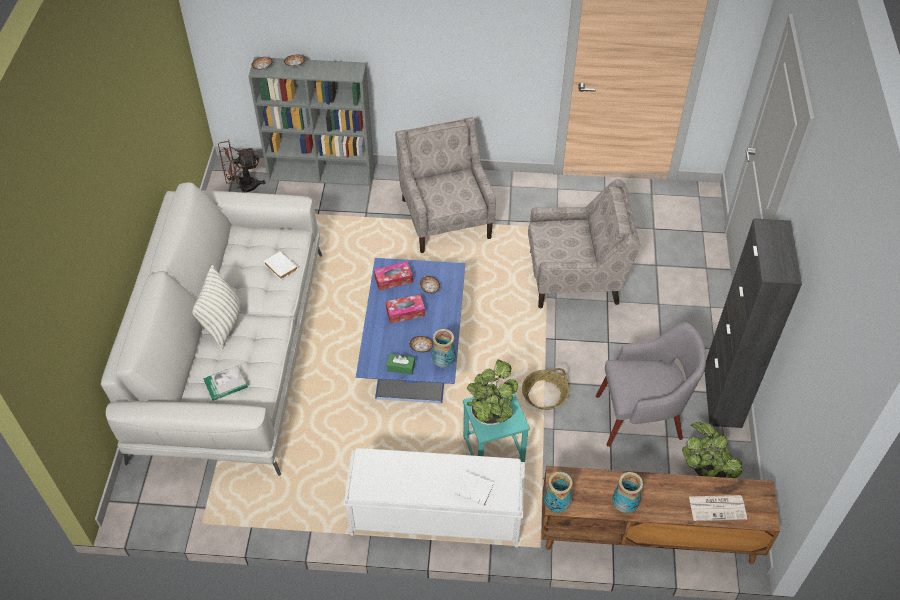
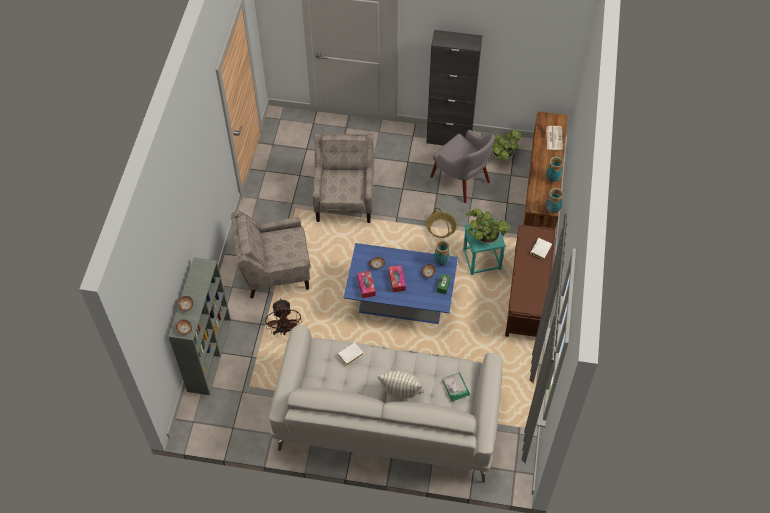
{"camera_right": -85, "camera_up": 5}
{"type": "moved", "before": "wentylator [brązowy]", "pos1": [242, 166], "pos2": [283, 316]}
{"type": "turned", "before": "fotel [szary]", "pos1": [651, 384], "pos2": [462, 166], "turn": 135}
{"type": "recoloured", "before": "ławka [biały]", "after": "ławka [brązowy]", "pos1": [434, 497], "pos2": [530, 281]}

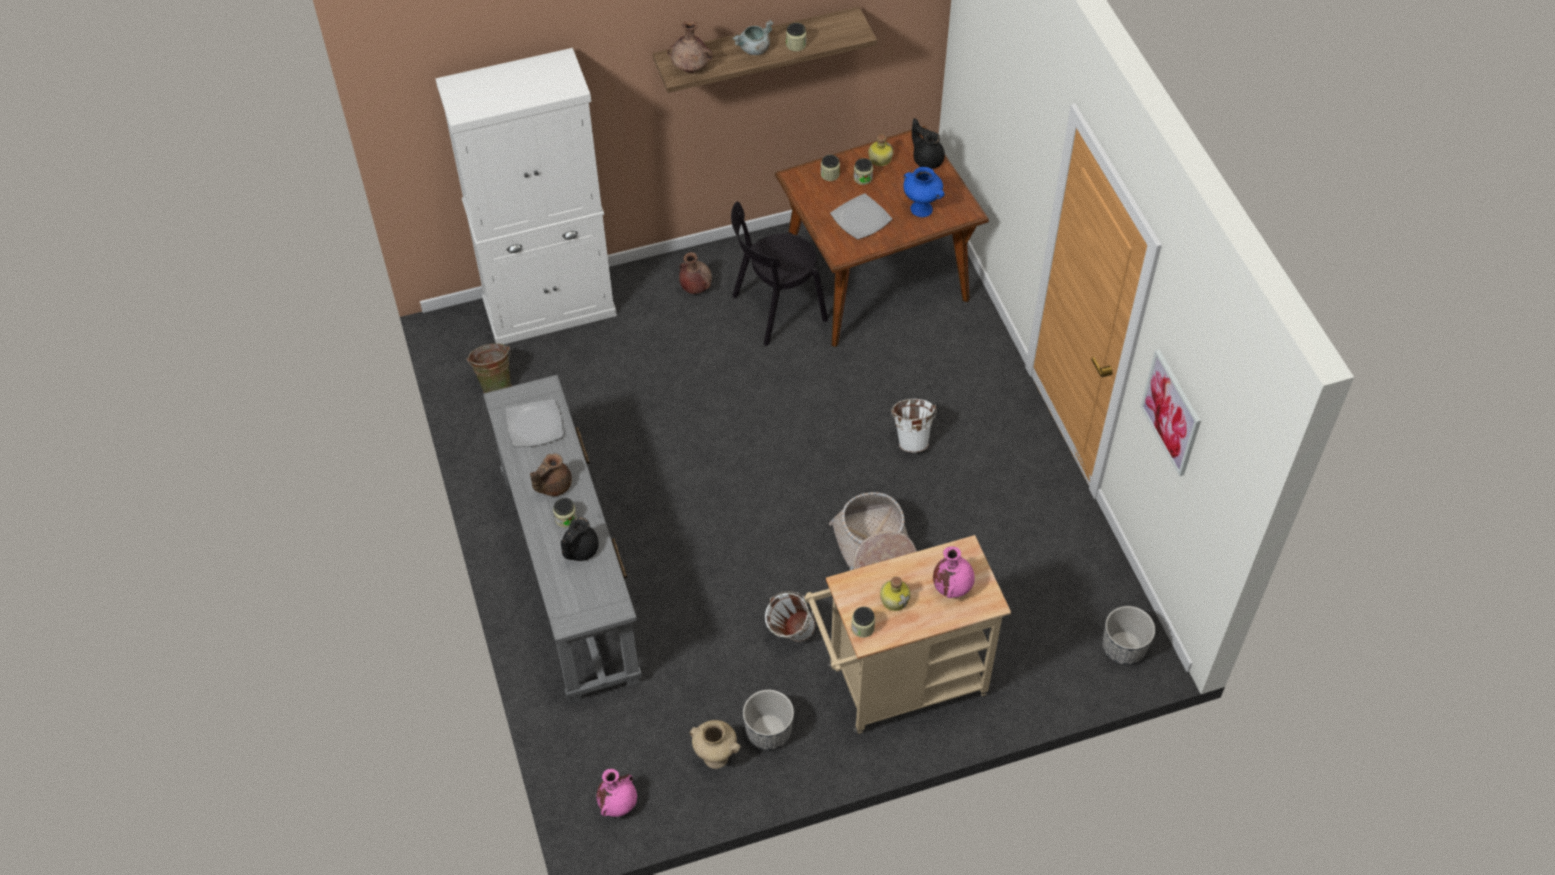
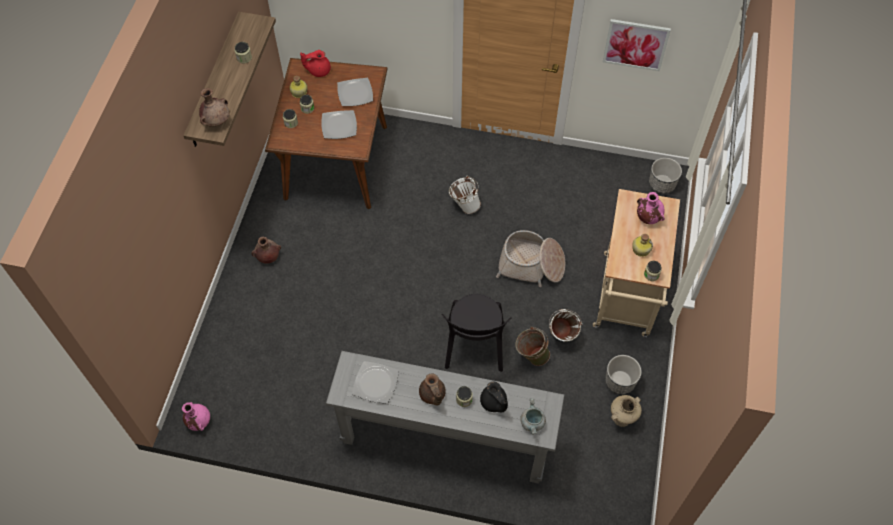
{"camera_right": -60, "camera_up": 5}
{"type": "moved", "before": "garnek [szary]", "pos1": [752, 37], "pos2": [533, 416]}
{"type": "removed", "before": "szafka [biały]", "pos1": [526, 196]}
{"type": "recoloured", "before": "imbryk [czarny]", "after": "imbryk [czerwony]", "pos1": [928, 143], "pos2": [315, 63]}
{"type": "replaced", "before": "wazon [niebieski]", "after": "talerz", "pos1": [924, 192], "pos2": [355, 92]}
{"type": "moved", "before": "krzesło [czarny]", "pos1": [779, 274], "pos2": [477, 333]}
{"type": "moved", "before": "wiadro [zielony]", "pos1": [489, 368], "pos2": [533, 346]}
{"type": "moved", "before": "wazon [różowy]", "pos1": [617, 793], "pos2": [196, 416]}

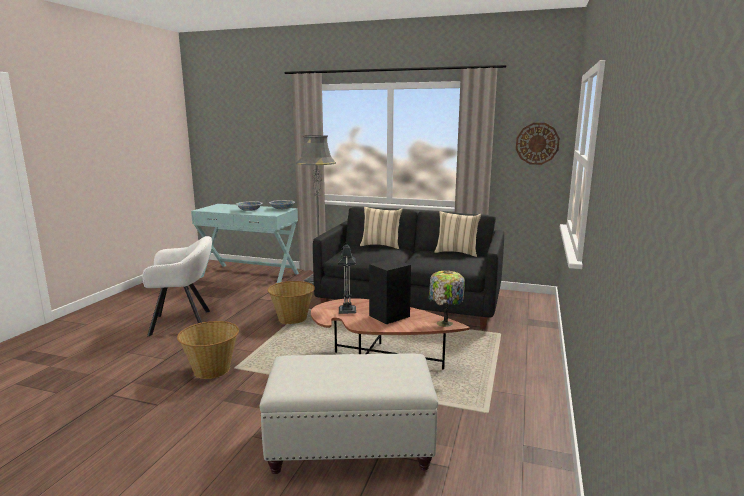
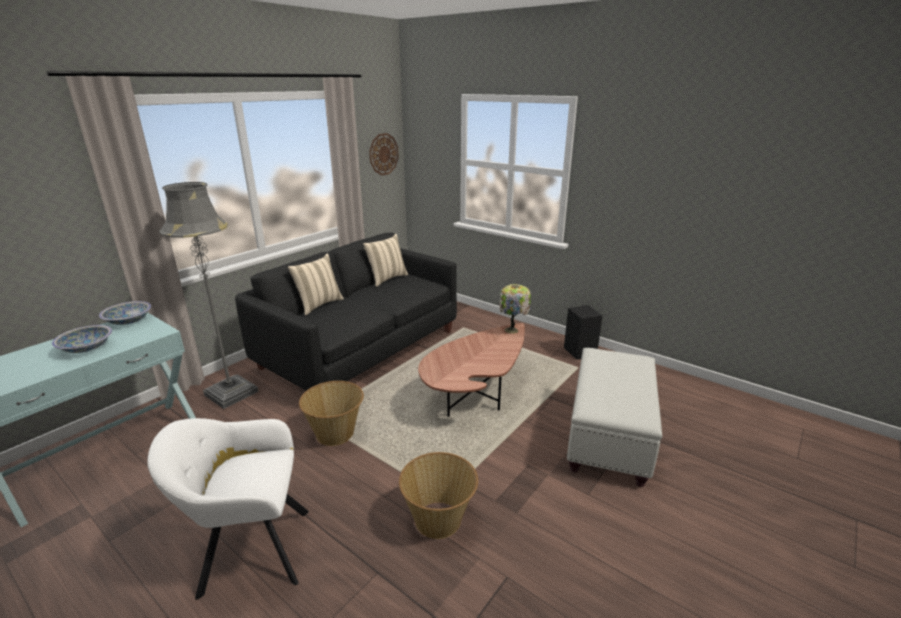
{"camera_right": -70, "camera_up": 10}
{"type": "turned", "before": "fotel [biały]", "pos1": [177, 286], "pos2": [228, 509], "turn": -105}
{"type": "removed", "before": "lampa stołowa", "pos1": [347, 278]}
{"type": "moved", "before": "głośnik [czarny]", "pos1": [390, 291], "pos2": [583, 332]}

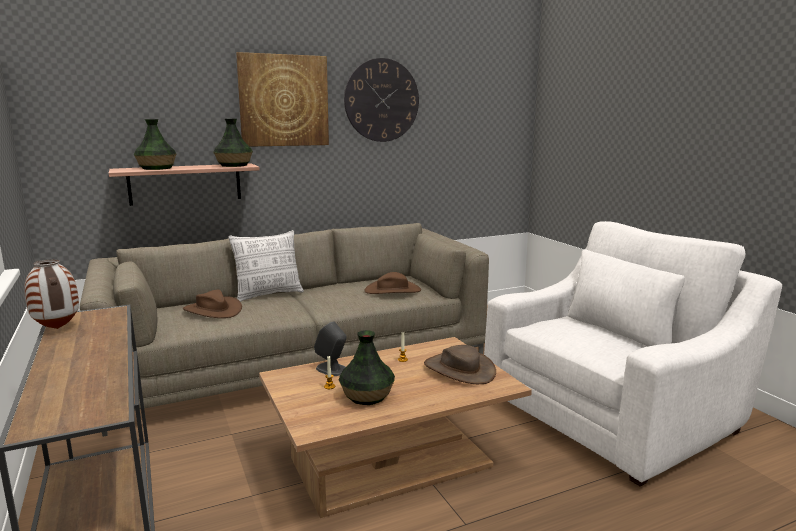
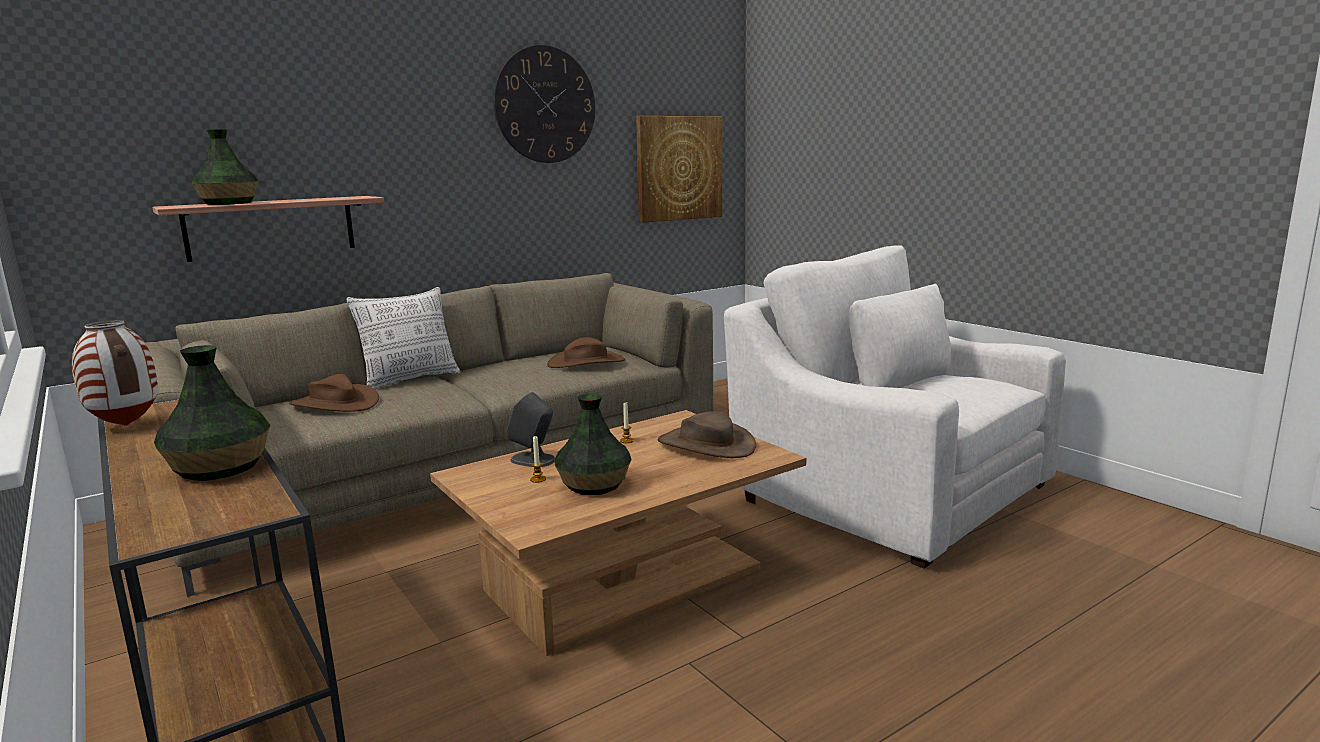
{"camera_right": -10, "camera_up": 0}
{"type": "moved", "before": "obraz", "pos1": [282, 99], "pos2": [679, 169]}
{"type": "moved", "before": "wazon", "pos1": [233, 143], "pos2": [212, 413]}
{"type": "turned", "before": "fotel [biały]", "pos1": [633, 354], "pos2": [895, 407], "turn": -90}

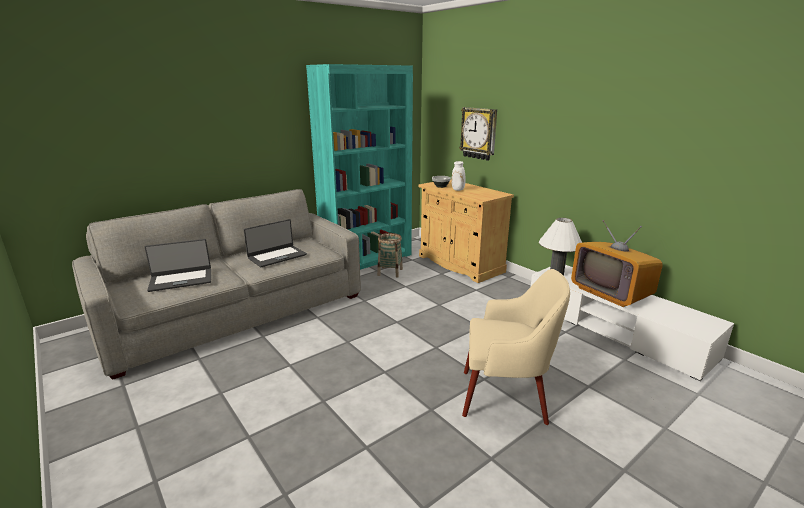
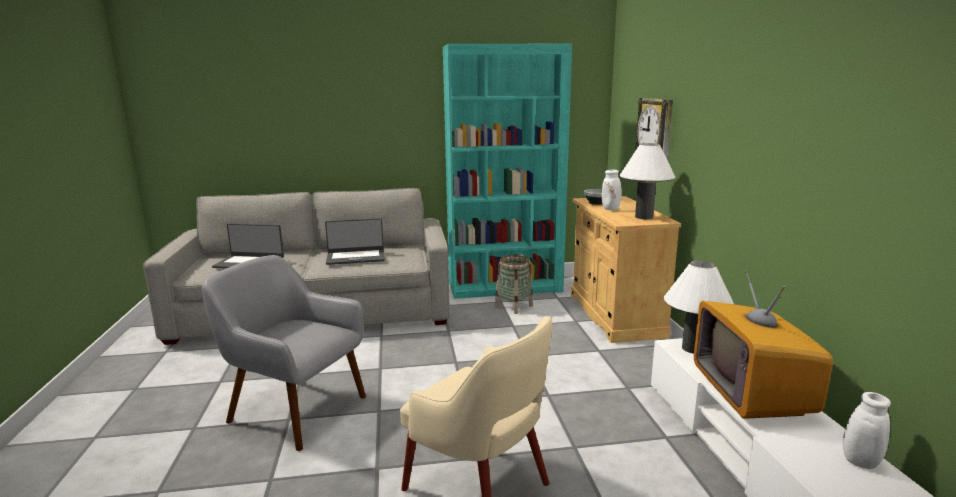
{"camera_right": 30, "camera_up": -5}
{"type": "added", "after": "lampa stołowa [biały]", "pos2": [648, 181]}
{"type": "added", "after": "fotel [szary]", "pos2": [284, 353]}
{"type": "added", "after": "wazon [biały]", "pos2": [859, 430]}

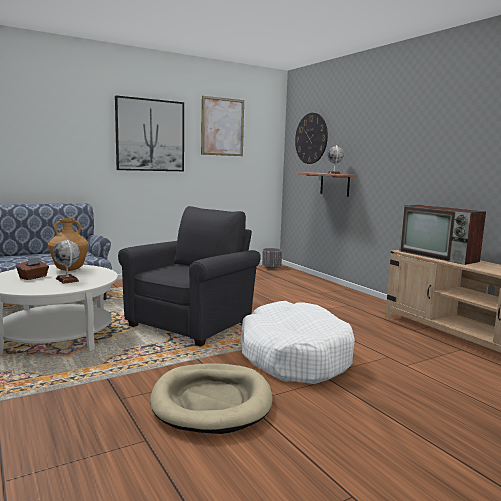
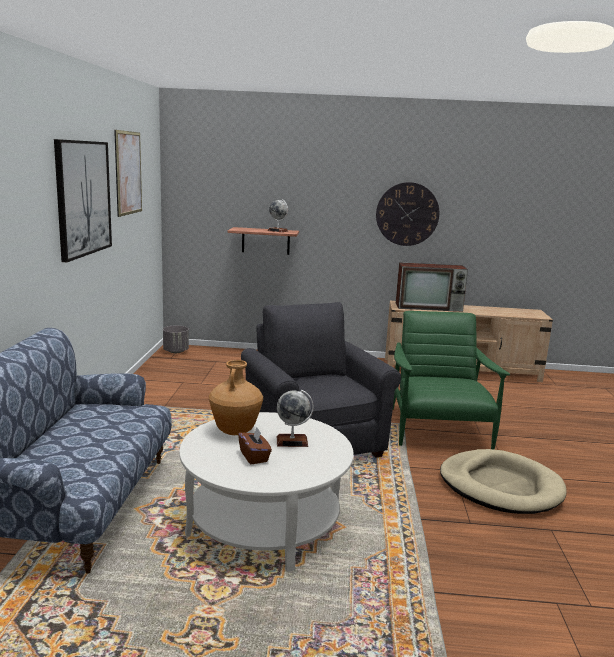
{"camera_right": -55, "camera_up": 5}
{"type": "moved", "before": "zegar ścienny", "pos1": [311, 138], "pos2": [407, 214]}
{"type": "replaced", "before": "legowisko [biały]", "after": "fotel [zielony]", "pos1": [297, 342], "pos2": [451, 380]}

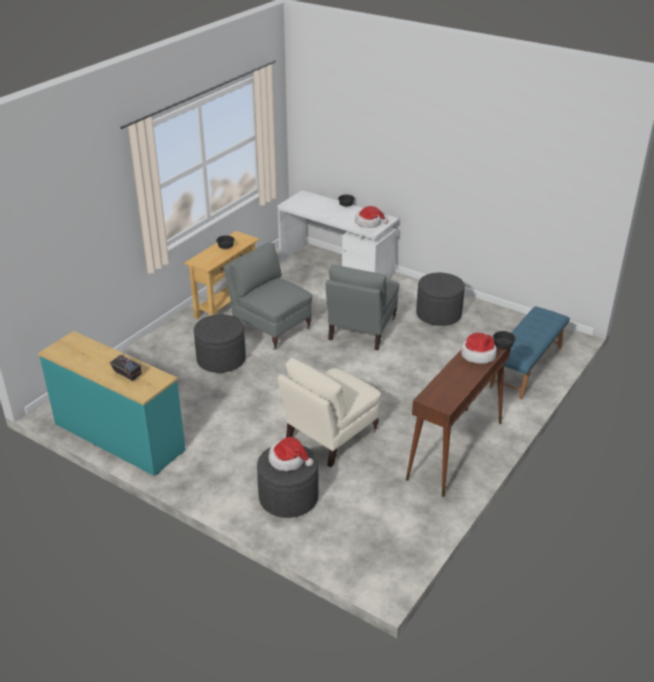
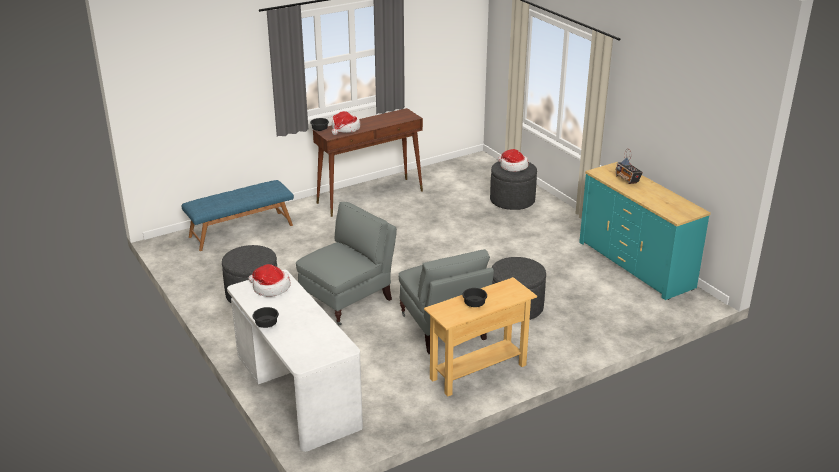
{"camera_right": -155, "camera_up": -5}
{"type": "removed", "before": "fotel [beżowy]", "pos1": [329, 413]}

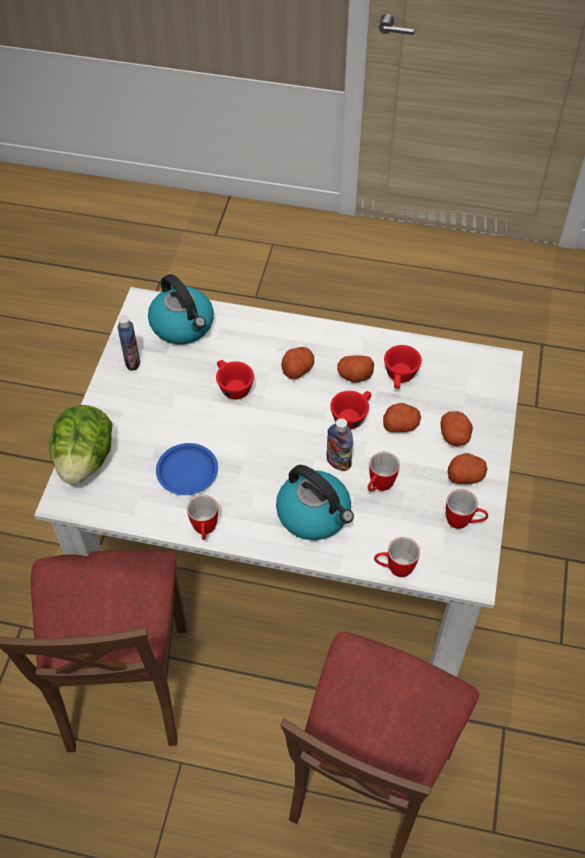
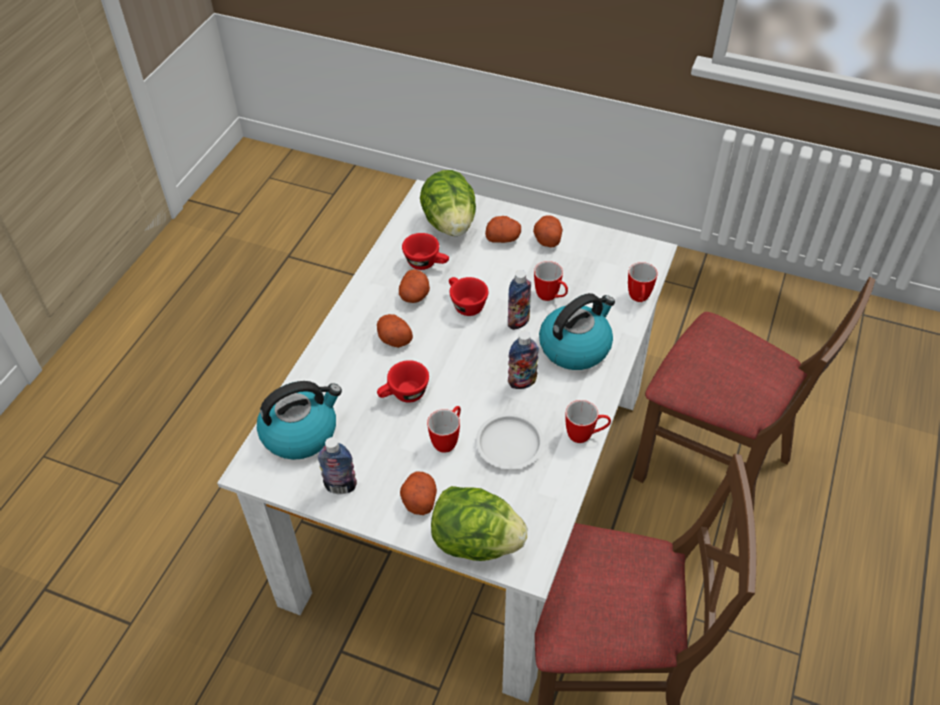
{"camera_right": -80, "camera_up": -5}
{"type": "moved", "before": "ziemniak", "pos1": [402, 417], "pos2": [418, 493]}
{"type": "recoloured", "before": "talerz [niebieski]", "after": "talerz [biały]", "pos1": [187, 469], "pos2": [510, 441]}
{"type": "moved", "before": "kubek", "pos1": [467, 509], "pos2": [444, 429]}
{"type": "added", "after": "sałata", "pos2": [448, 203]}
{"type": "added", "after": "butelka", "pos2": [523, 360]}

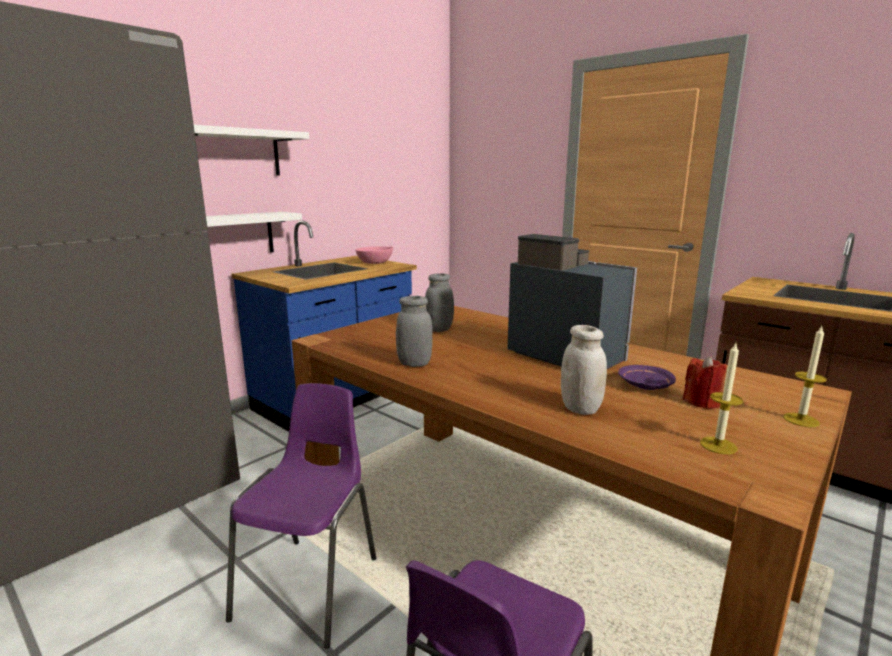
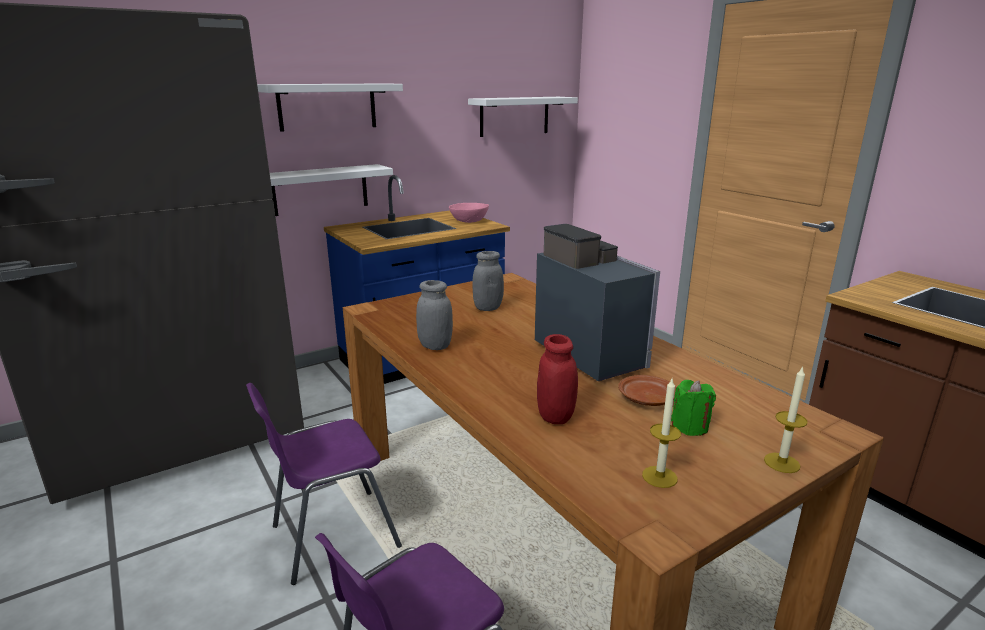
{"camera_right": 15, "camera_up": 5}
{"type": "recoloured", "before": "słoik [biały]", "after": "słoik [czerwony]", "pos1": [584, 370], "pos2": [557, 379]}
{"type": "recoloured", "before": "świeca [czerwony]", "after": "świeca [zielony]", "pos1": [704, 382], "pos2": [693, 408]}
{"type": "recoloured", "before": "talerz [fioletowy]", "after": "talerz [brązowy]", "pos1": [647, 377], "pos2": [647, 390]}
{"type": "turned", "before": "krzesło [fioletowy]", "pos1": [301, 516], "pos2": [324, 484], "turn": -150}
{"type": "added", "after": "półka [biały]", "pos2": [523, 117]}

